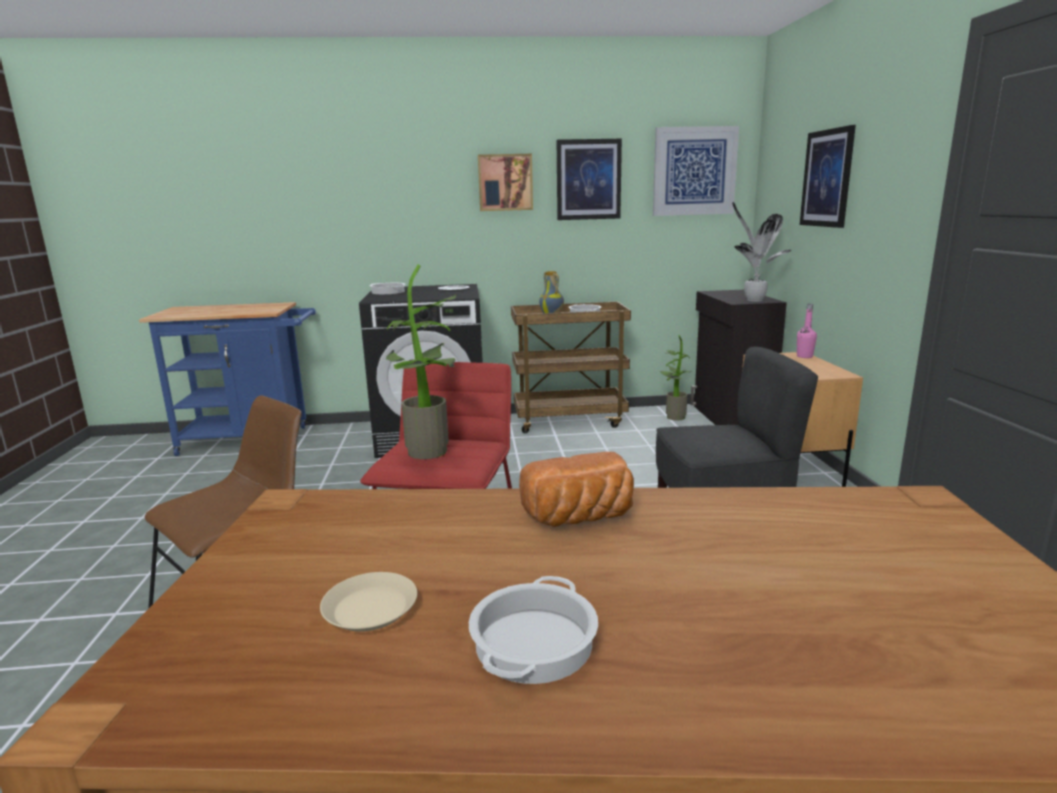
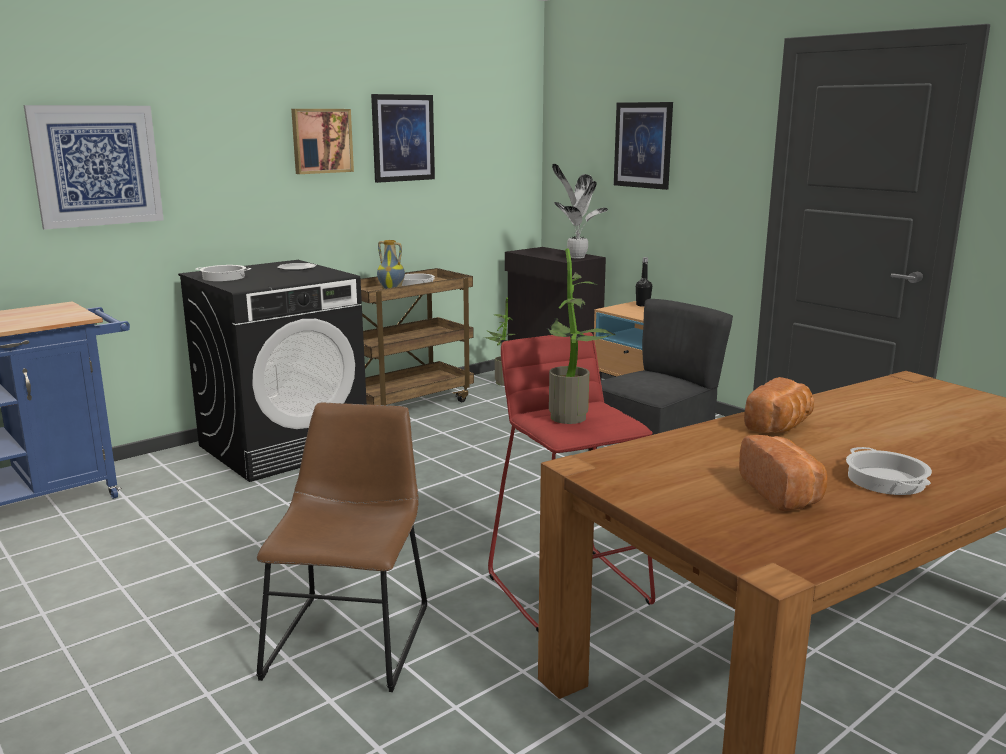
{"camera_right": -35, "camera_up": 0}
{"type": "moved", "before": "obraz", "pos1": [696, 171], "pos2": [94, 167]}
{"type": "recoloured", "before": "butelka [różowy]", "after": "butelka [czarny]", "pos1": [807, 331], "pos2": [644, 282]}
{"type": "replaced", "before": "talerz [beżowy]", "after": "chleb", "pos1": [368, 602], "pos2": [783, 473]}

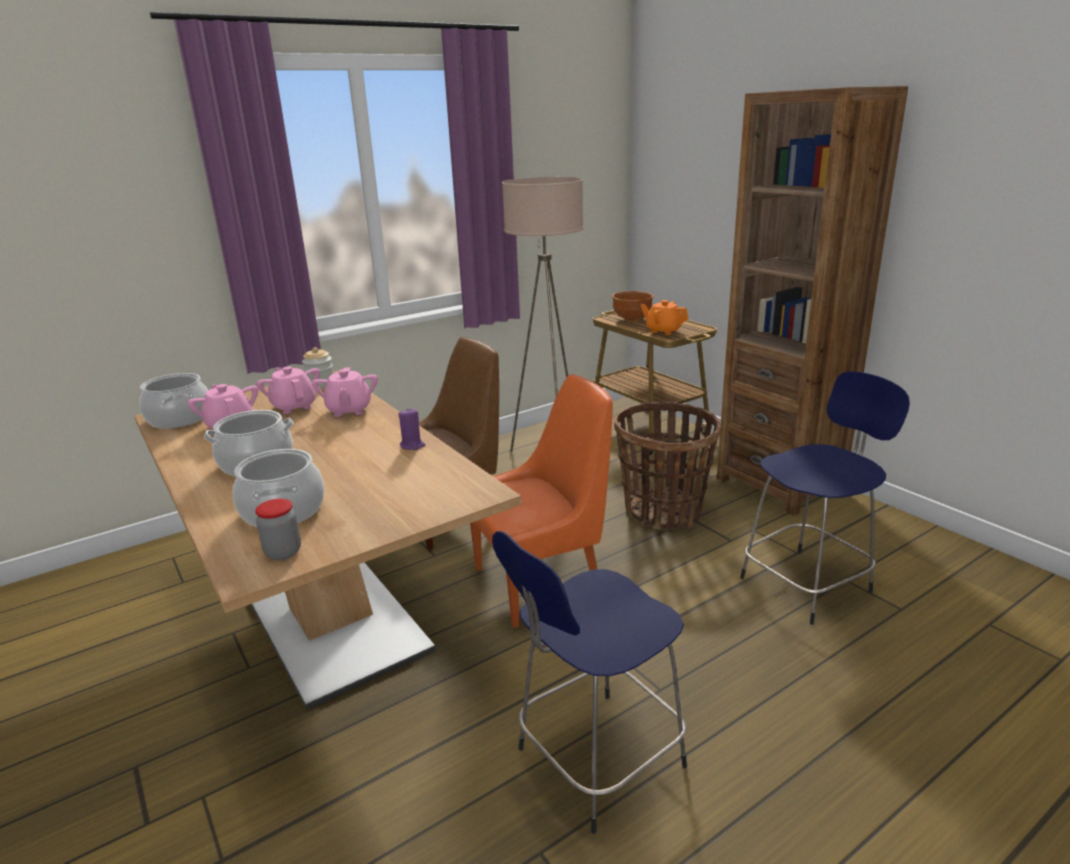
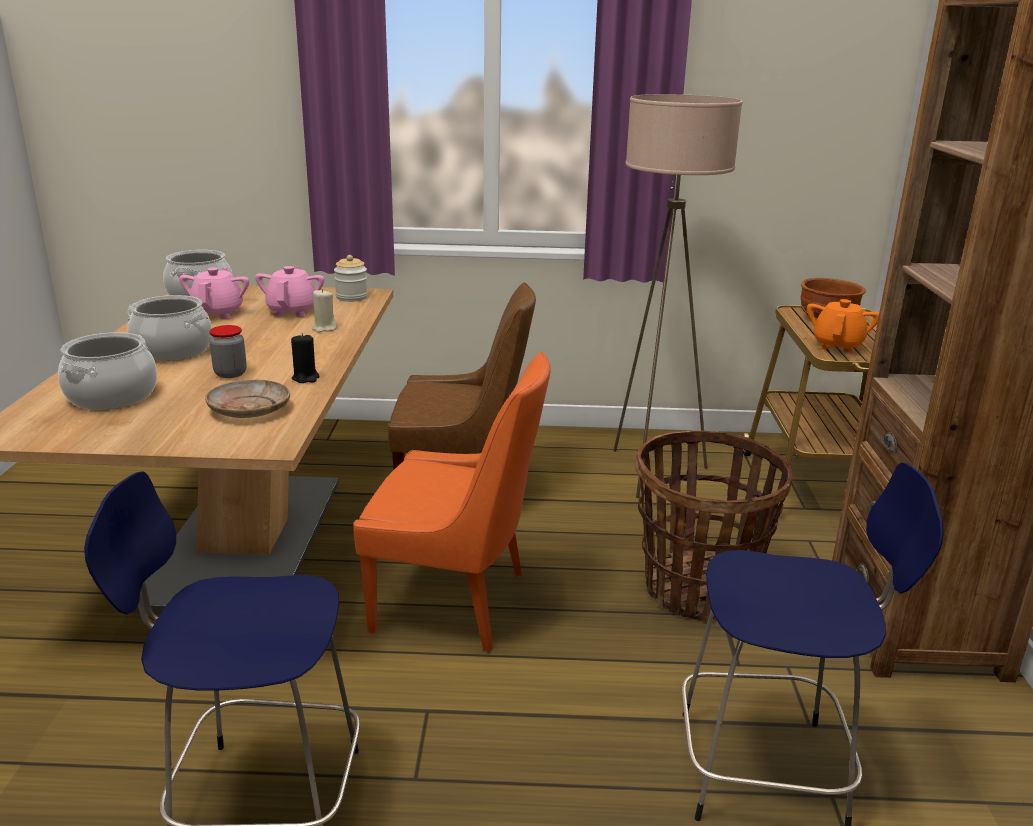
{"camera_right": 35, "camera_up": 0}
{"type": "turned", "before": "imbryk [pomarańczowy]", "pos1": [664, 317], "pos2": [843, 326], "turn": 45}
{"type": "replaced", "before": "imbryk [różowy]", "after": "świeca [beżowy]", "pos1": [345, 392], "pos2": [325, 311]}
{"type": "recoloured", "before": "świeca [fioletowy]", "after": "świeca [czarny]", "pos1": [412, 429], "pos2": [305, 358]}
{"type": "moved", "before": "słoik", "pos1": [278, 529], "pos2": [228, 351]}
{"type": "added", "after": "talerz [beżowy]", "pos2": [247, 399]}

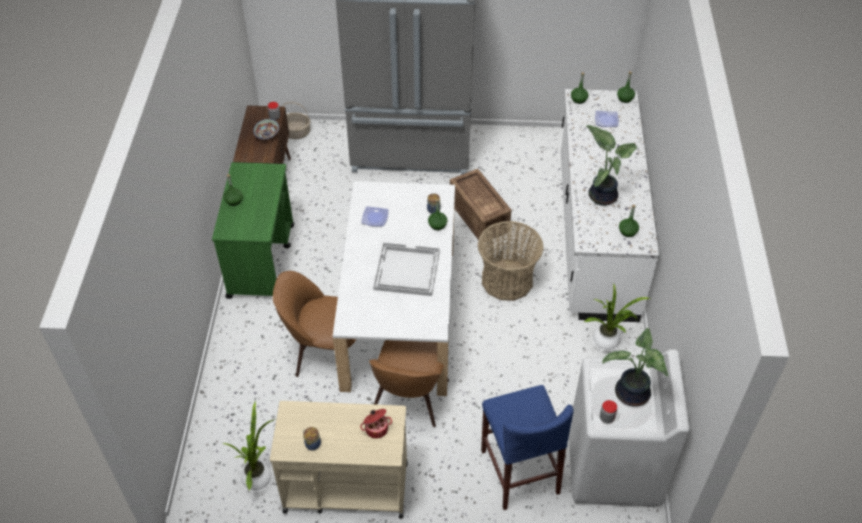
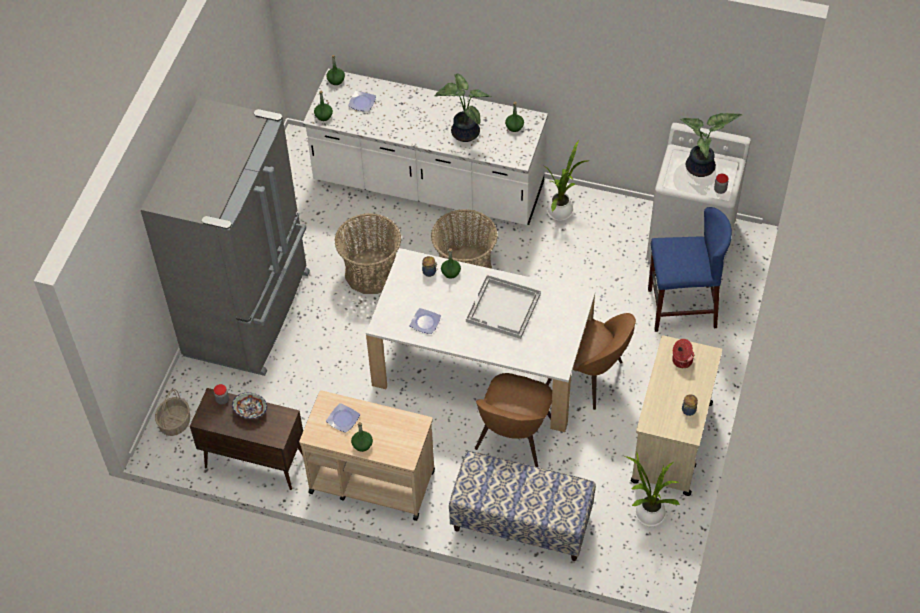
{"camera_right": -75, "camera_up": 5}
{"type": "recoloured", "before": "wózek [zielony]", "after": "wózek [beżowy]", "pos1": [253, 230], "pos2": [367, 455]}
{"type": "replaced", "before": "skrzynka", "after": "koszyk", "pos1": [480, 205], "pos2": [368, 253]}
{"type": "added", "after": "talerz", "pos2": [343, 418]}
{"type": "added", "after": "ławka", "pos2": [522, 506]}

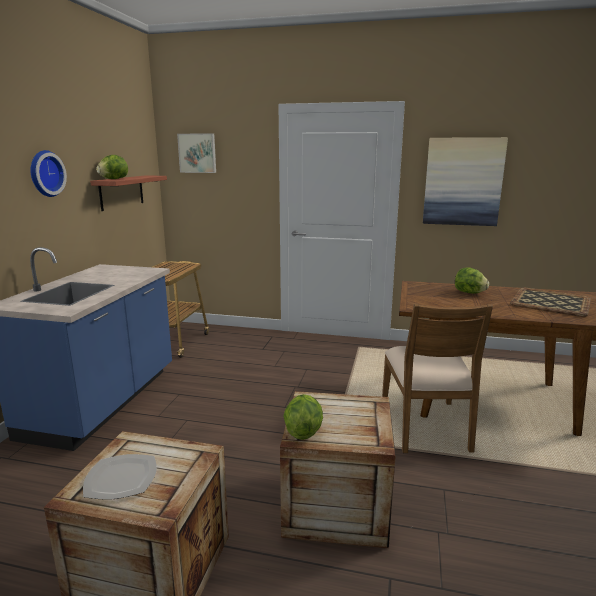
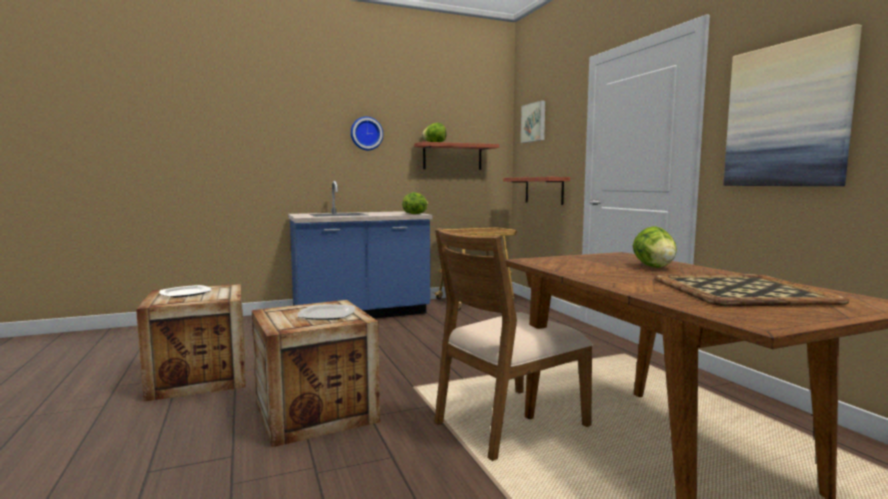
{"camera_right": 55, "camera_up": -10}
{"type": "moved", "before": "sałata", "pos1": [303, 417], "pos2": [415, 203]}
{"type": "added", "after": "półka", "pos2": [536, 191]}
{"type": "added", "after": "talerz", "pos2": [326, 312]}

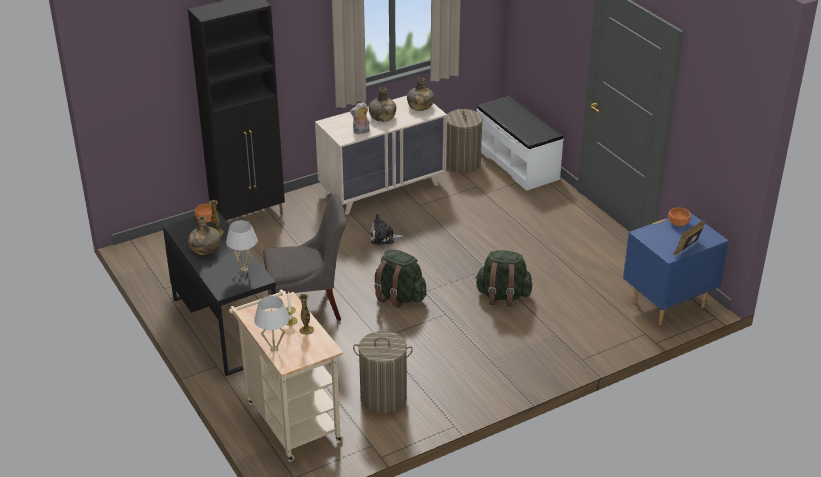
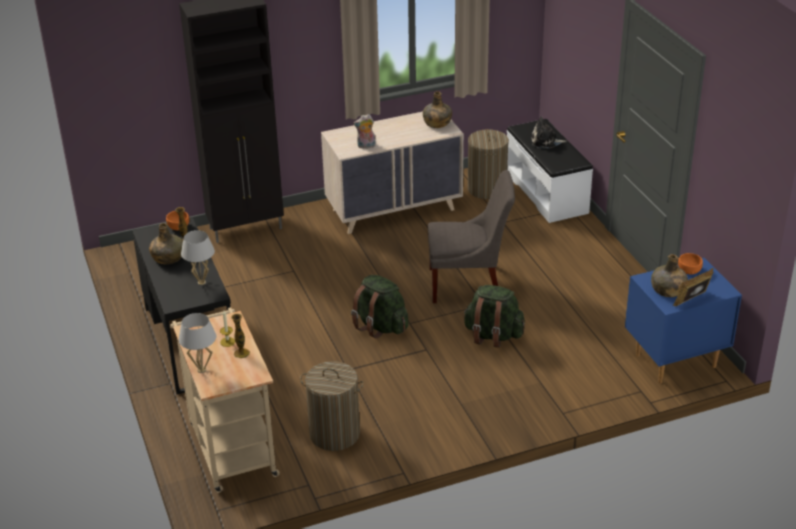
{"camera_right": 10, "camera_up": 0}
{"type": "moved", "before": "butelka [zielony]", "pos1": [382, 104], "pos2": [669, 275]}
{"type": "moved", "before": "krzesło [szary]", "pos1": [304, 257], "pos2": [471, 236]}
{"type": "moved", "before": "pluszak", "pos1": [387, 230], "pos2": [549, 132]}

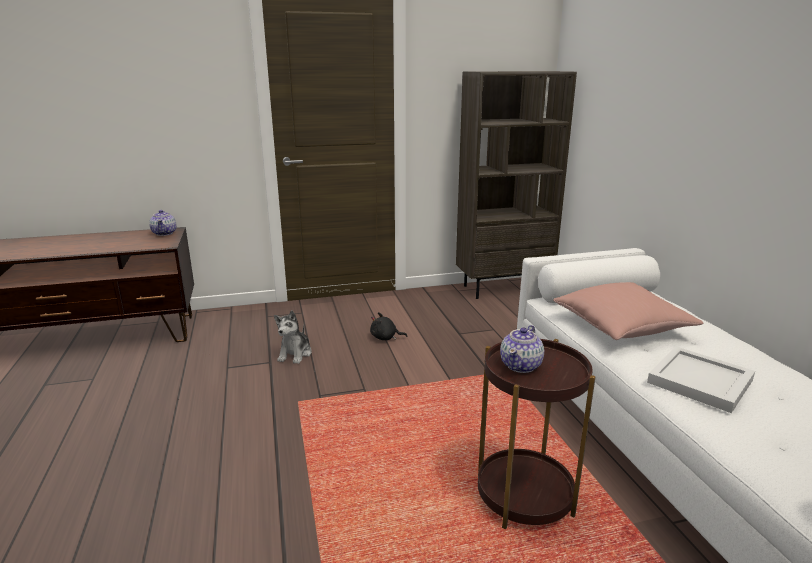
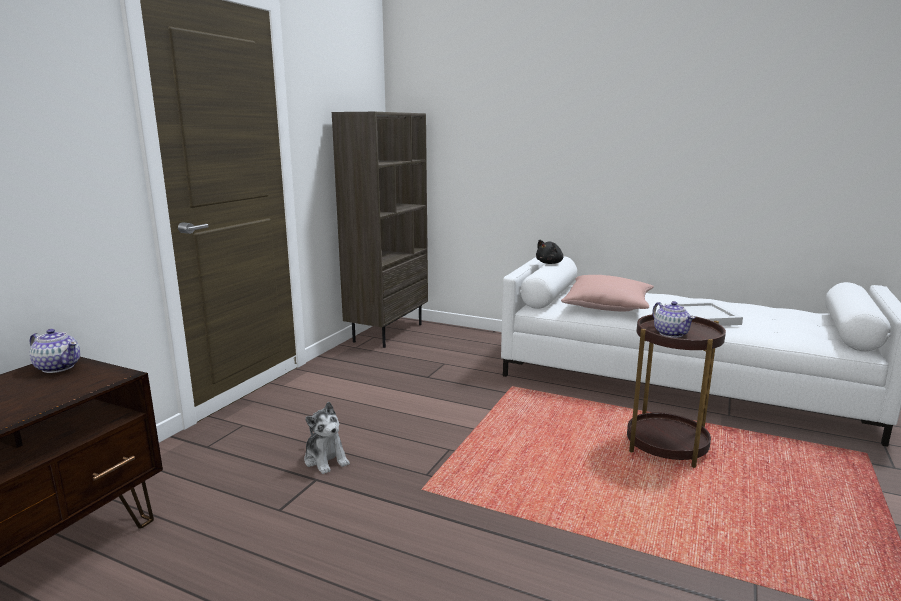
{"camera_right": -50, "camera_up": -5}
{"type": "moved", "before": "pluszak [czarny]", "pos1": [389, 326], "pos2": [550, 252]}

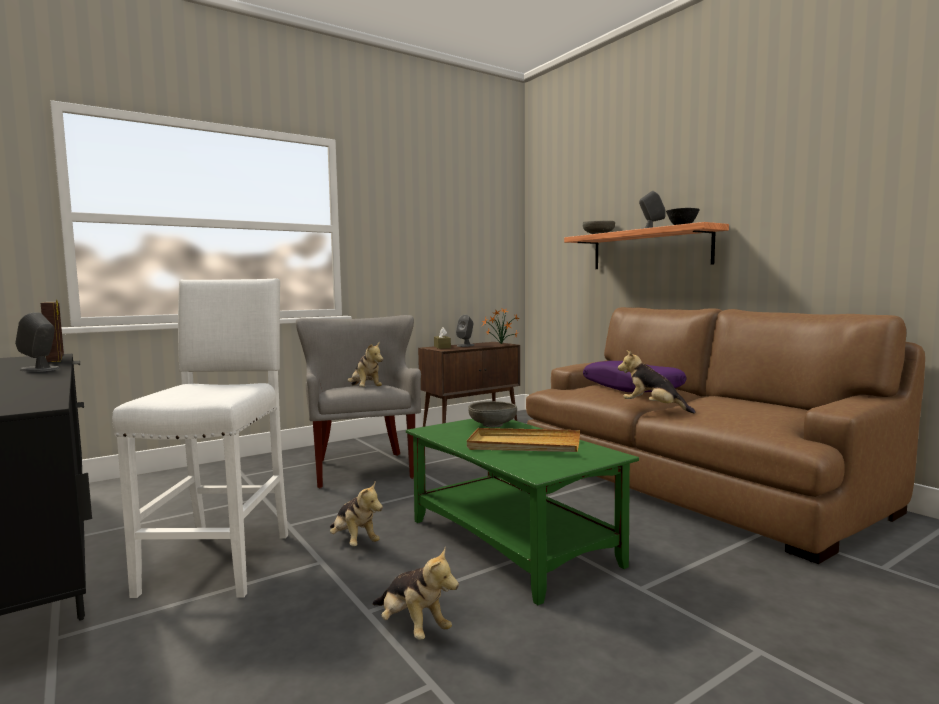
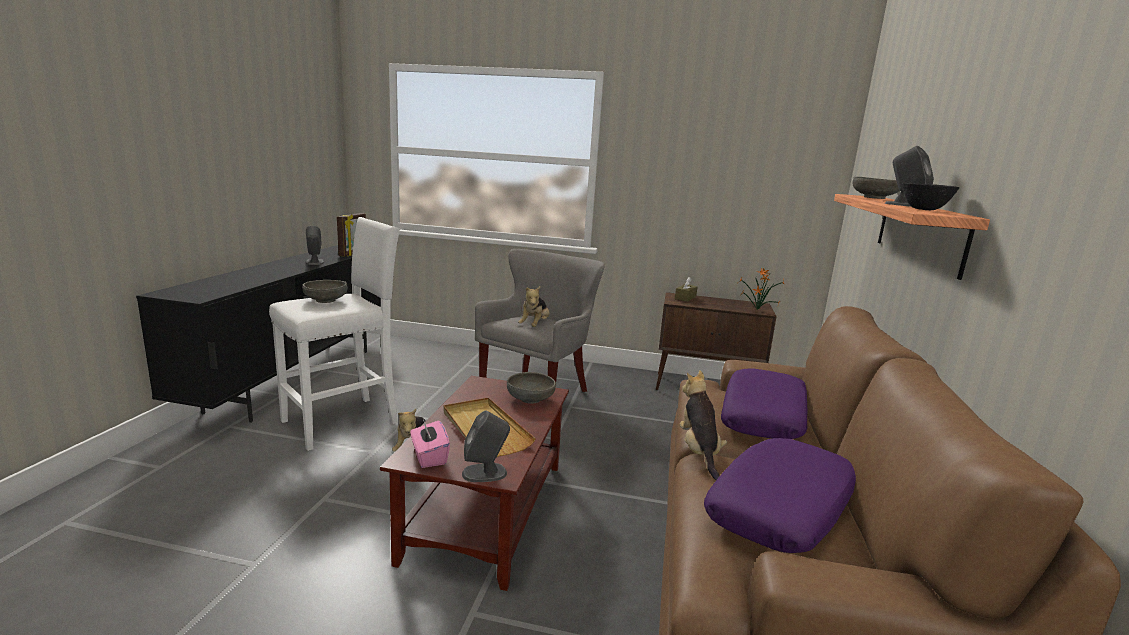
{"camera_right": 45, "camera_up": 10}
{"type": "moved", "before": "głośnik [szary]", "pos1": [465, 331], "pos2": [486, 446]}
{"type": "recoloured", "before": "ława [zielony]", "after": "ława [brązowy]", "pos1": [522, 512], "pos2": [474, 483]}
{"type": "removed", "before": "pluszak", "pos1": [416, 594]}
{"type": "added", "after": "miska [szary]", "pos2": [325, 291]}
{"type": "added", "after": "pudełko chusteczek [różowy]", "pos2": [430, 443]}
{"type": "added", "after": "poduszka [fioletowy]", "pos2": [780, 495]}

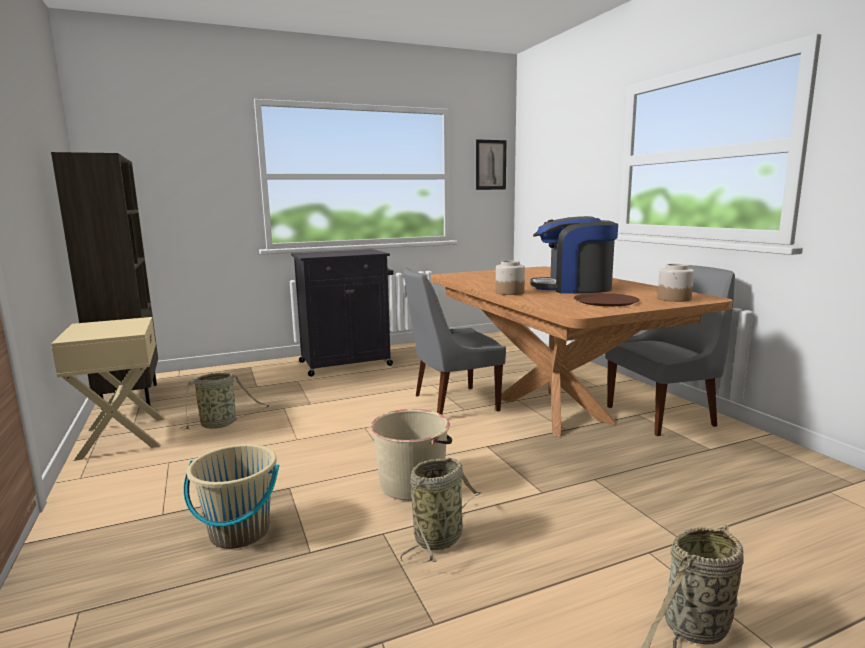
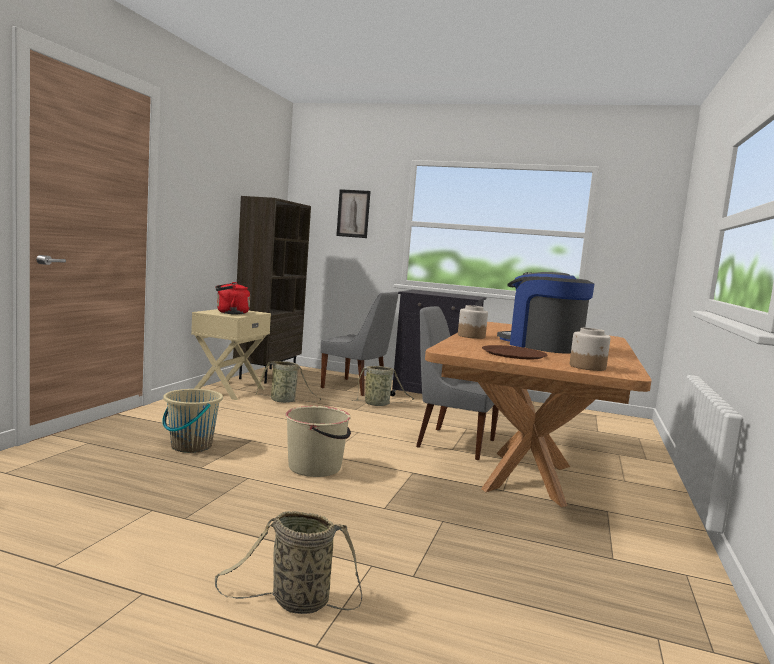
{"camera_right": 40, "camera_up": -5}
{"type": "moved", "before": "obraz", "pos1": [491, 164], "pos2": [353, 213]}
{"type": "moved", "before": "krzesło [szary]", "pos1": [670, 350], "pos2": [359, 344]}
{"type": "moved", "before": "koszyk", "pos1": [440, 510], "pos2": [382, 386]}
{"type": "added", "after": "czajnik [czerwony]", "pos2": [232, 298]}

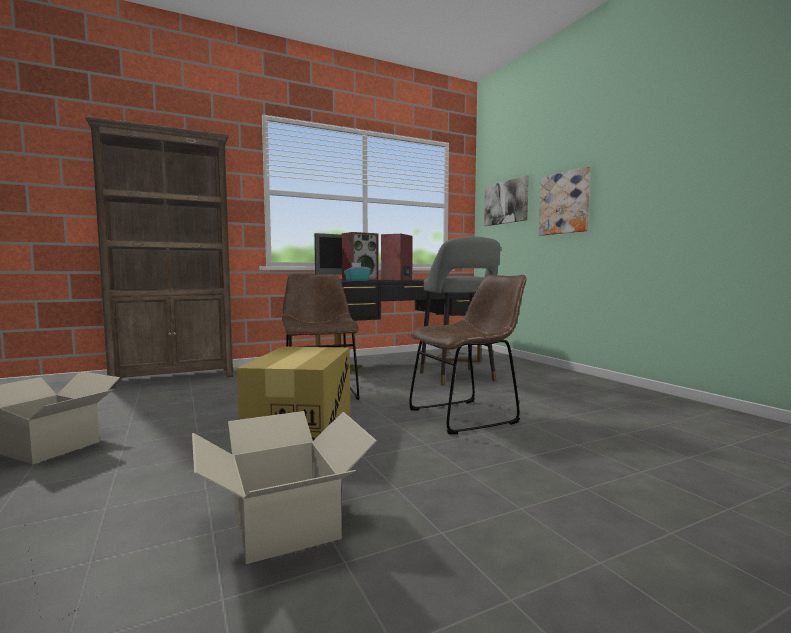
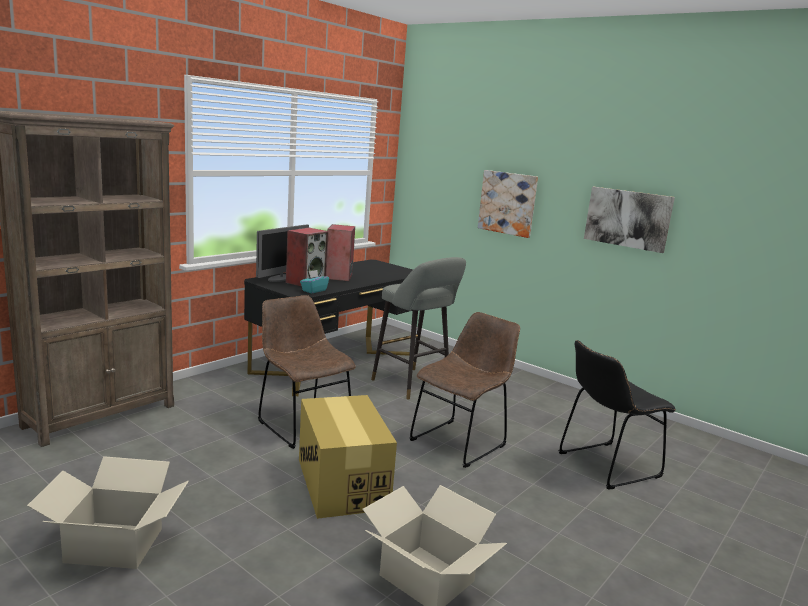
{"camera_right": -25, "camera_up": 10}
{"type": "moved", "before": "obraz", "pos1": [506, 201], "pos2": [629, 220]}
{"type": "added", "after": "krzesło [czarny]", "pos2": [617, 415]}

